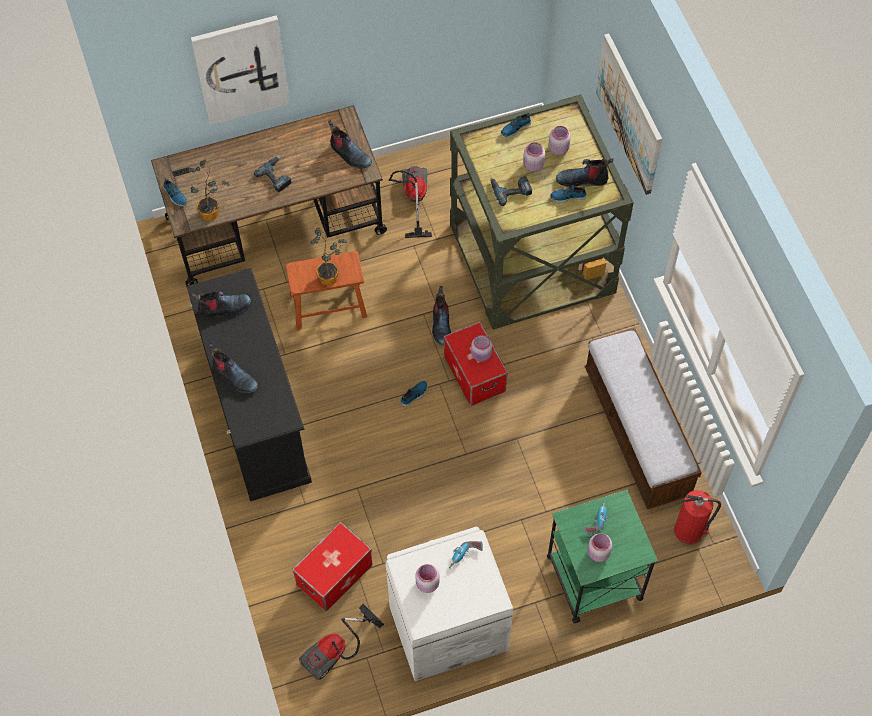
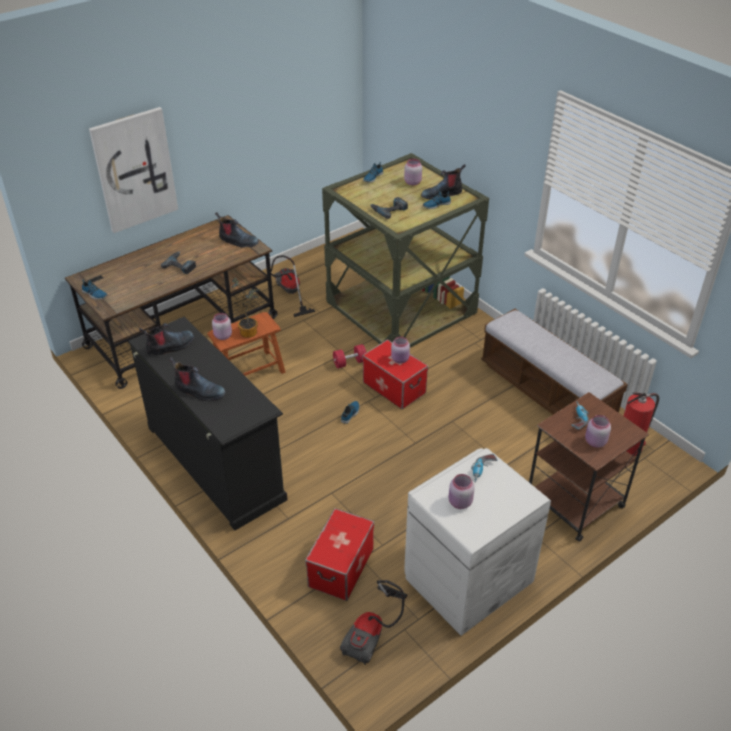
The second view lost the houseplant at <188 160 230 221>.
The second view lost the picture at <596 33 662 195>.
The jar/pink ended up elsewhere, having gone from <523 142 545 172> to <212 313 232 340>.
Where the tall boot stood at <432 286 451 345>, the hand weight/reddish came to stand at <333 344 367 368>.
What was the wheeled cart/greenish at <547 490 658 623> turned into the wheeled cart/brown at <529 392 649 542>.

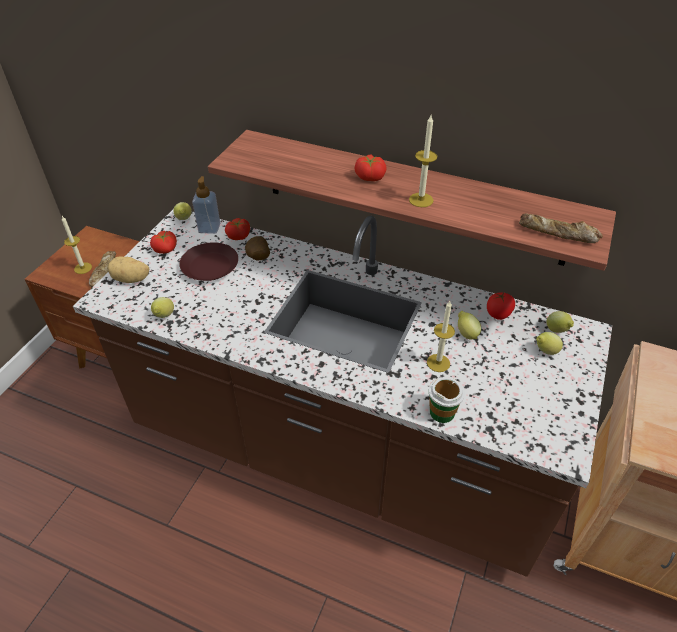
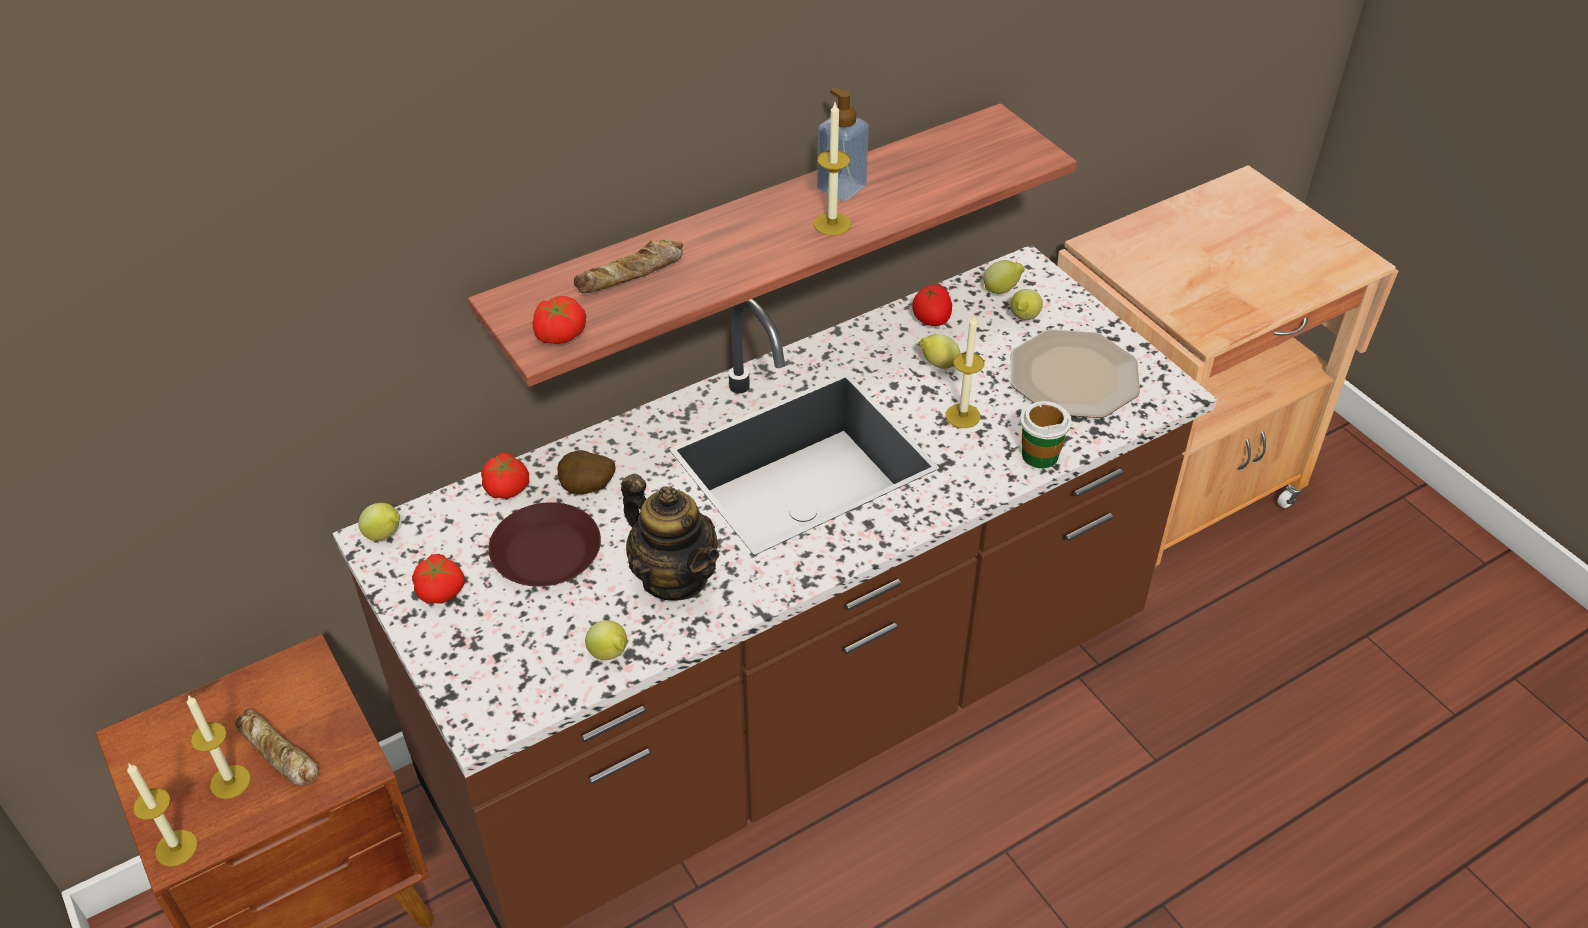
The second view lost the potato at <108 256 149 283>.
The second view gained the candle at <127 763 198 867>.
The second view gained the pot for tea at <621 474 719 601>.
The second view gained the plate at <1011 329 1140 418>.
The soap bottle ended up elsewhere, having gone from <192 176 220 234> to <817 87 869 201>.
The tomato ended up elsewhere, having gone from <355 155 387 181> to <533 296 586 344>.
The bakery bread ended up elsewhere, having gone from <519 213 603 243> to <574 239 683 293>.

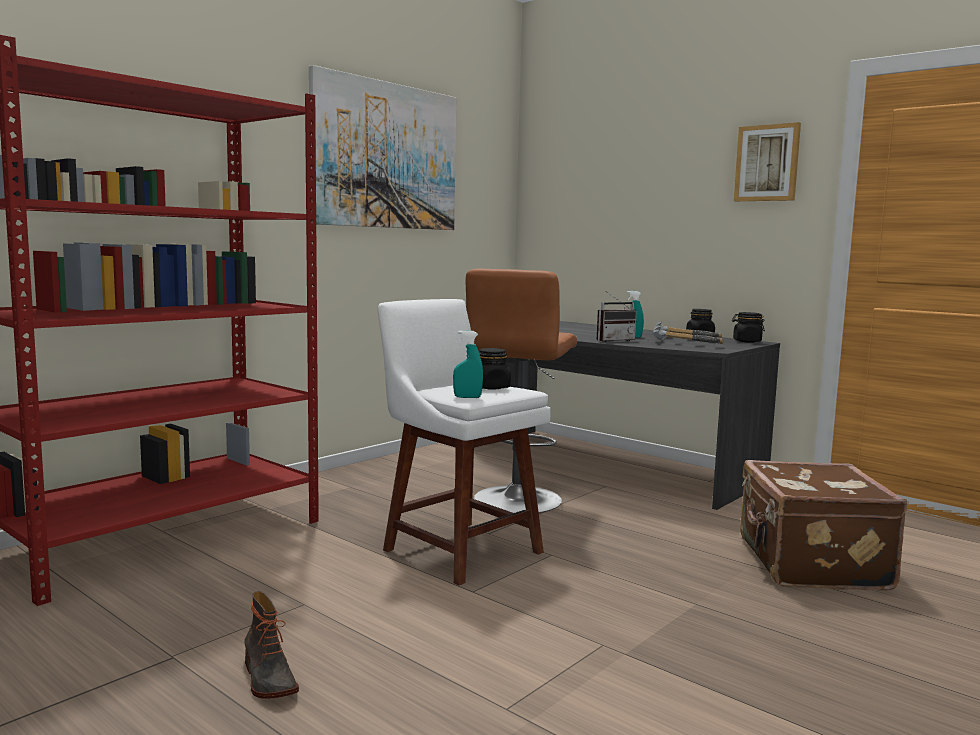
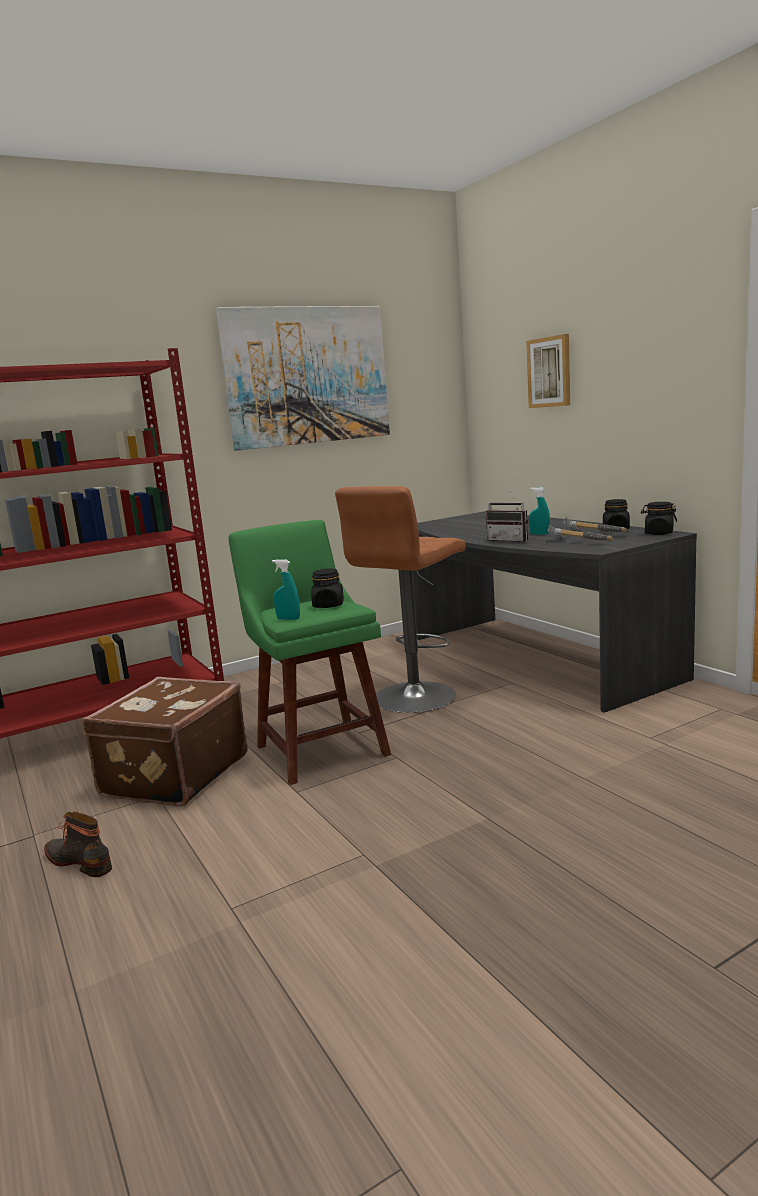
The picture ended up elsewhere, having gone from <734 122 801 201> to <526 334 570 408>.
The suitcase/brown ended up elsewhere, having gone from <740 460 907 590> to <82 677 248 807>.
What was the stool seat/whitish at <378 299 551 585> turned into the stool seat/greenish at <228 520 391 785>.
The tall boot at <244 591 299 699> ended up facing another way, 135 degrees clockwise from before.
The radio receiver at <597 292 637 342> ended up facing another way, 45 degrees clockwise from before.

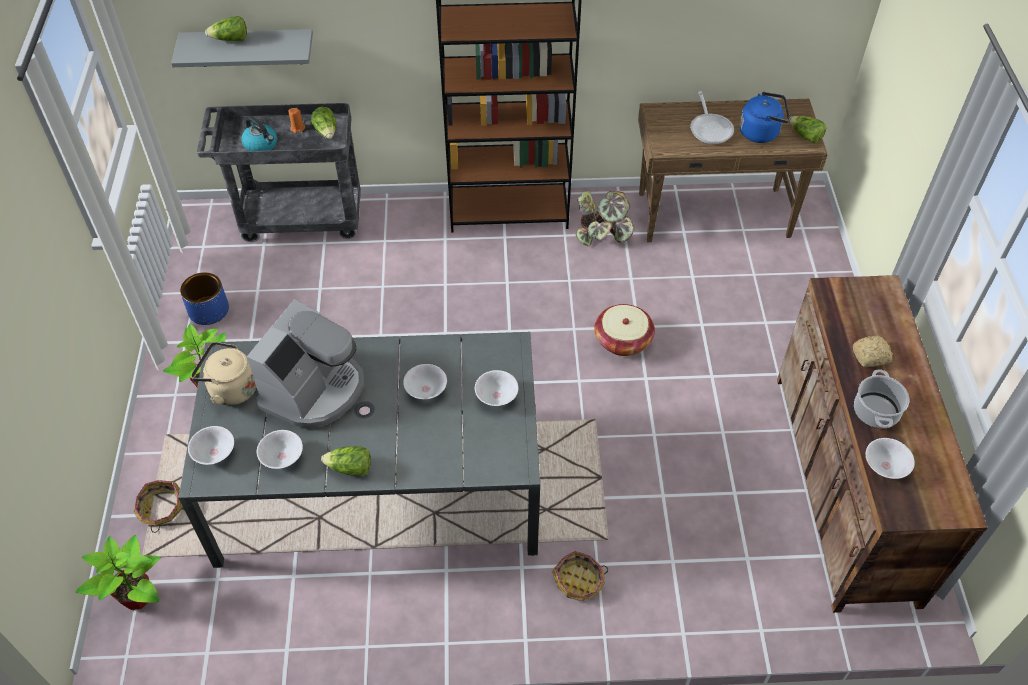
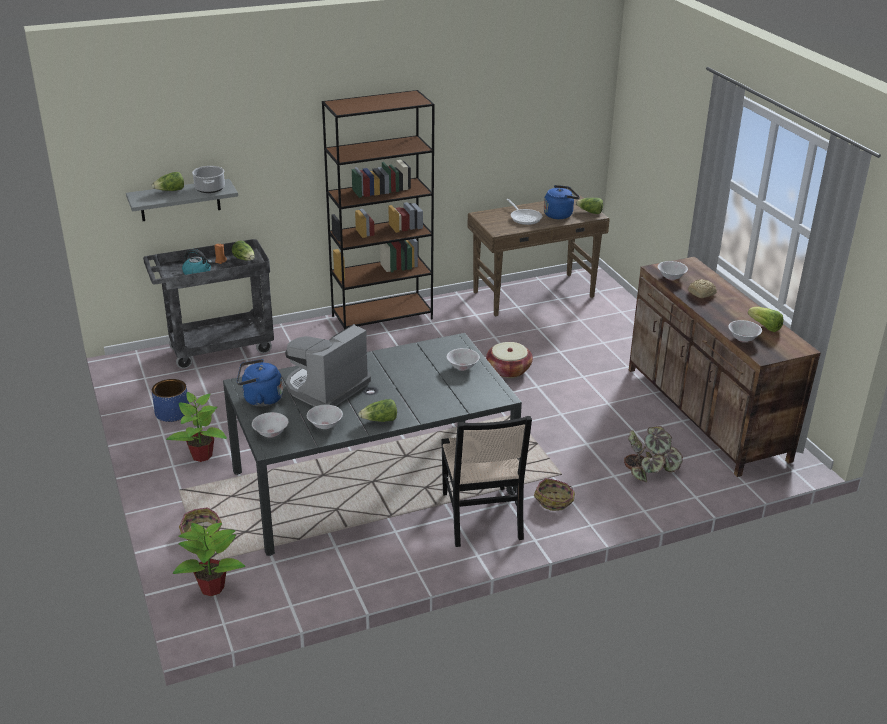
The second view gained the chair at <441 416 532 547>.
The second view gained the lettuce at <748 307 783 332>.
The deep dish/whitish ended up elsewhere, having gone from <403 364 447 399> to <658 261 688 280>.
The houseplant ended up elsewhere, having gone from <576 191 635 247> to <624 426 683 482>.
The stockpot ended up elsewhere, having gone from <854 369 910 428> to <192 166 225 193>.
What was the tea kettle/beige at <191 342 256 405> turned into the tea kettle/blue-coloured at <237 359 283 407>.
The coffee brewer at <247 299 364 428> ended up facing another way, 150 degrees counterclockwise from before.

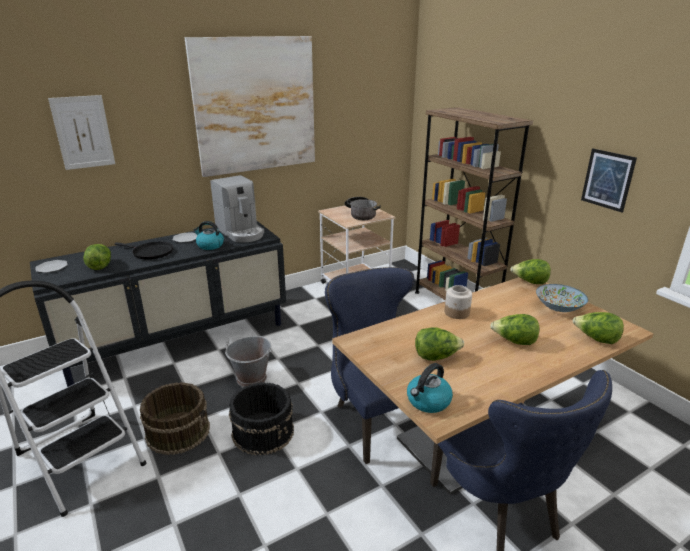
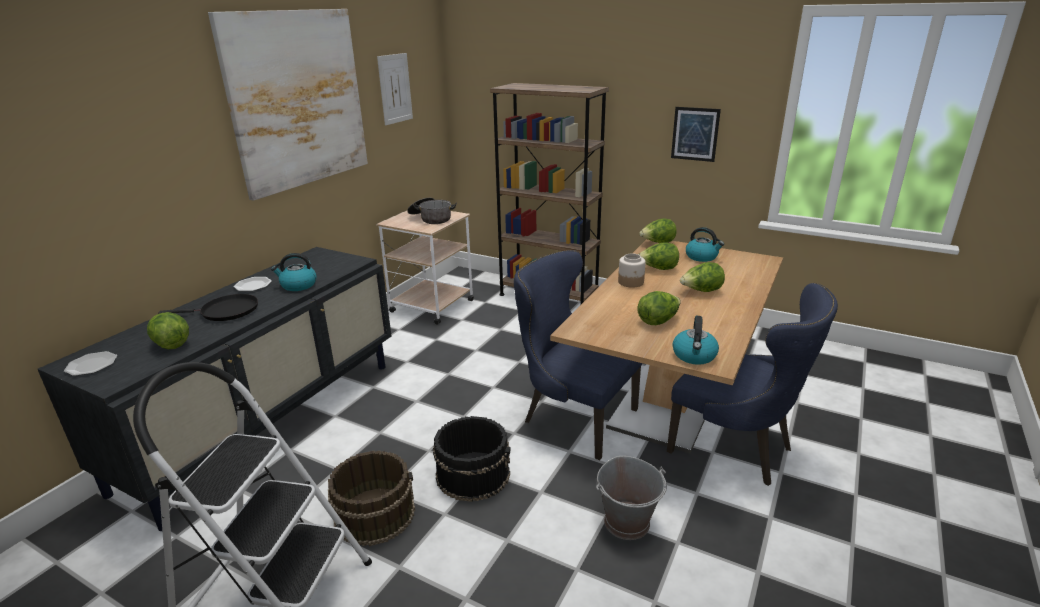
The second view lost the coffee brewer at <210 175 264 243>.
The picture ended up elsewhere, having gone from <48 95 115 170> to <377 53 413 125>.
The pail/greyish ended up elsewhere, having gone from <225 336 271 387> to <596 456 667 540>.
The lettuce ended up elsewhere, having gone from <573 312 624 344> to <638 242 679 270>.
Where the deep dish stood at <536 284 588 312>, the tea kettle came to stand at <686 227 724 262>.

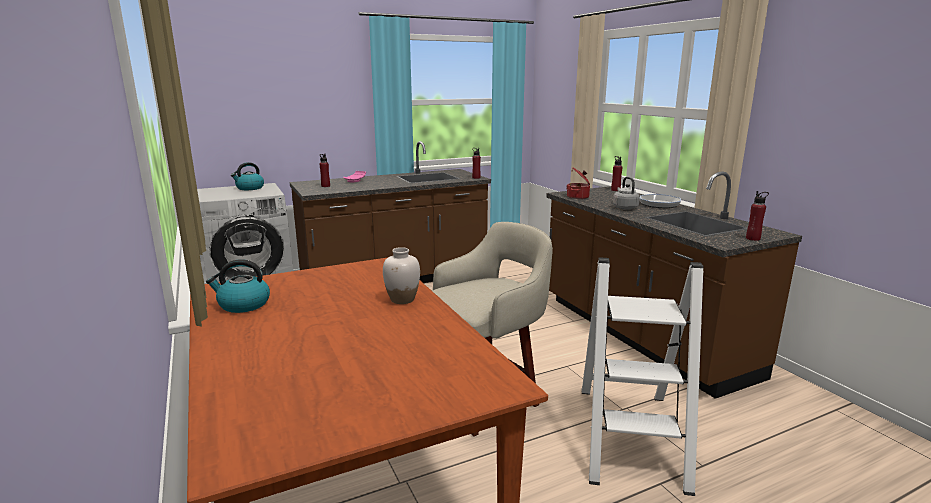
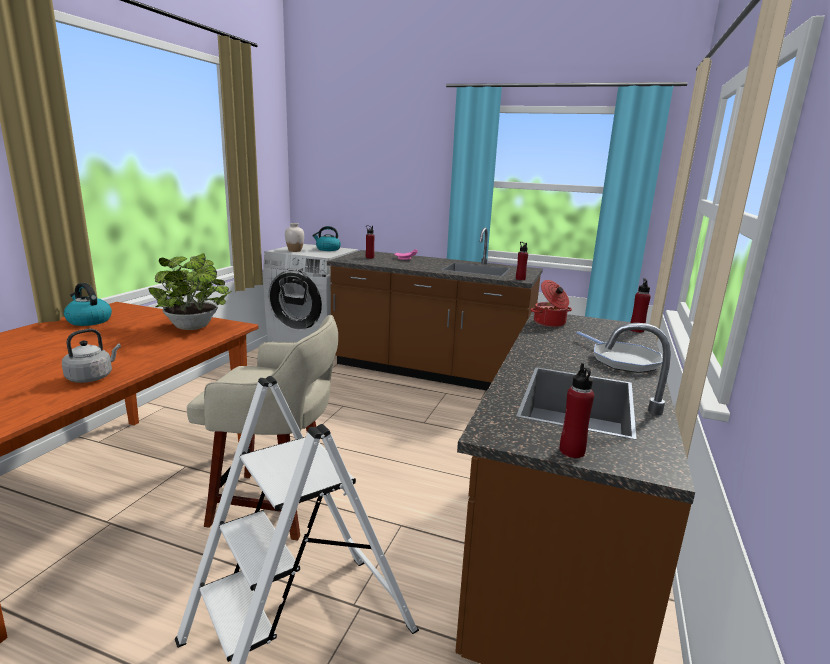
The second view gained the houseplant at <149 253 232 330>.
The vase/whitish ended up elsewhere, having gone from <383 247 420 304> to <285 223 304 252>.
The tea kettle/greyish ended up elsewhere, having gone from <613 177 640 210> to <62 328 121 383>.

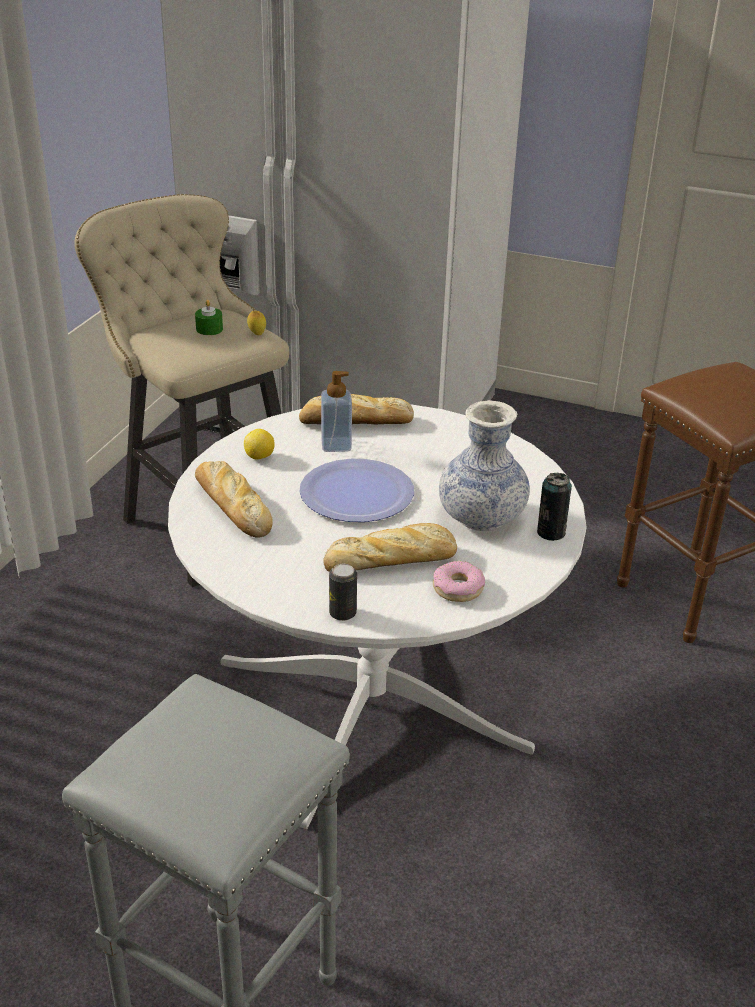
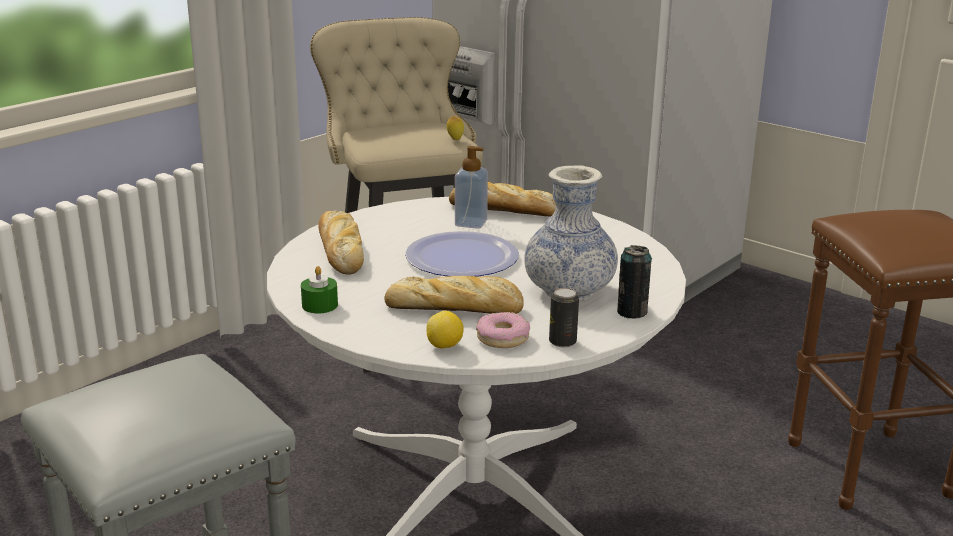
The candle/greenish ended up elsewhere, having gone from <195 300 223 335> to <301 266 338 314>.
The whole lemon ended up elsewhere, having gone from <244 429 275 460> to <427 311 464 348>.
The can ended up elsewhere, having gone from <329 564 357 621> to <549 288 579 347>.

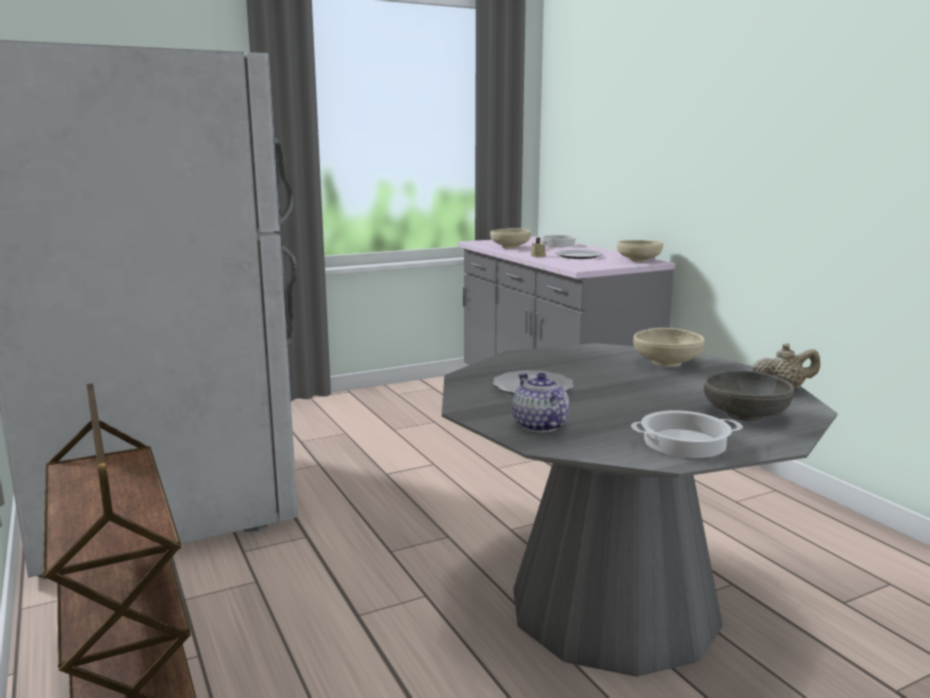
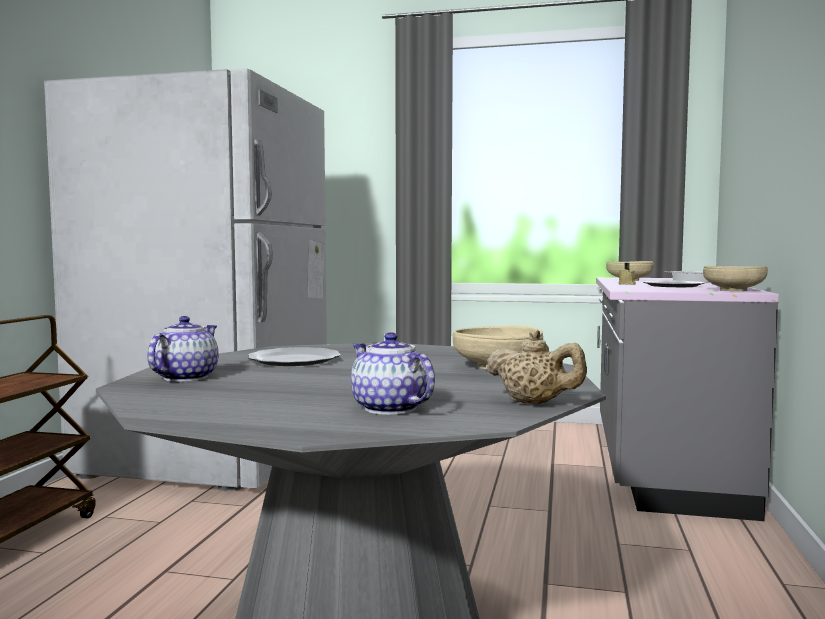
The second view lost the stockpot at <631 411 743 458>.
Where the deep dish/greyish stood at <704 370 794 421>, the pot for tea came to stand at <351 332 435 415>.

